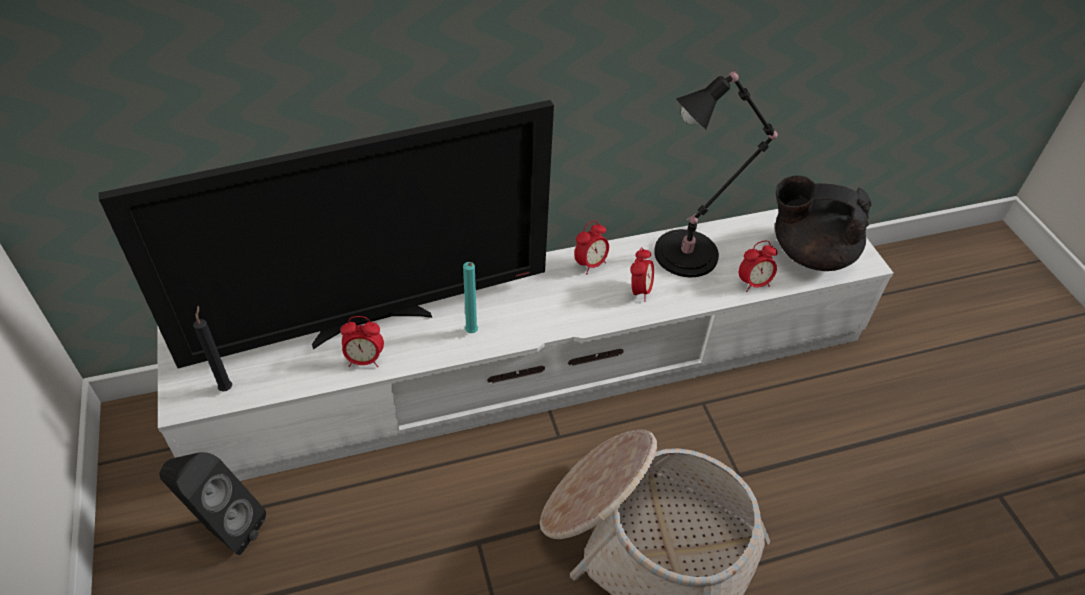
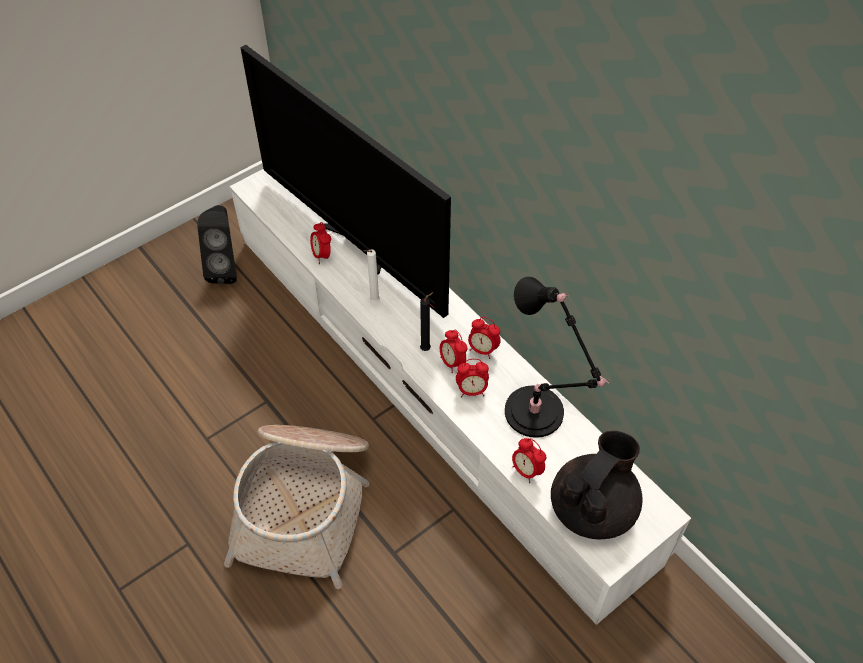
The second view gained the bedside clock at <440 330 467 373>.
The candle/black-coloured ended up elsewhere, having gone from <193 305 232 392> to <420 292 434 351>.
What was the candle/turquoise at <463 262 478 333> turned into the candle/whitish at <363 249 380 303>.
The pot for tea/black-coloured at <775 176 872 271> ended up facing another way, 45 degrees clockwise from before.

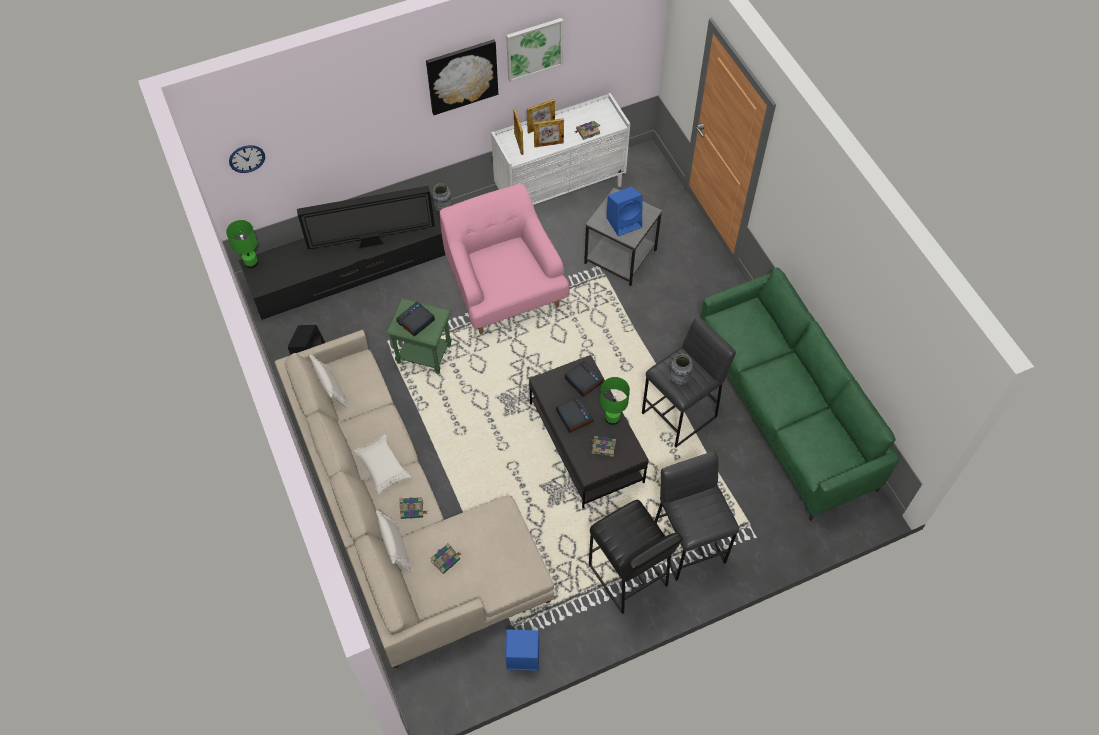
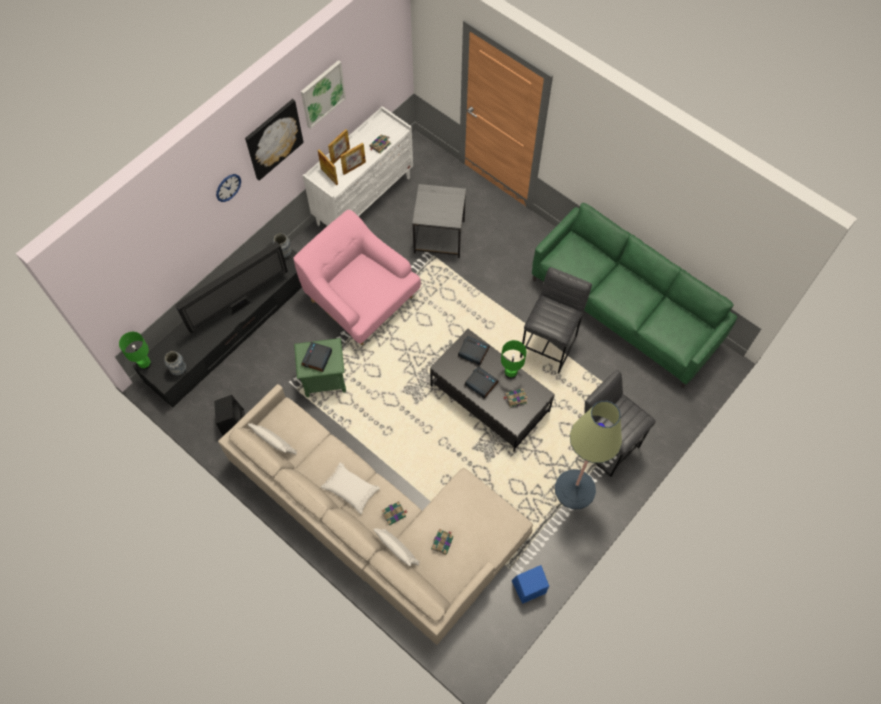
The second view lost the loudspeaker/blue-coloured at <606 187 643 236>.
The wall clock ended up elsewhere, having gone from <229 145 265 173> to <216 174 241 202>.
The vase ended up elsewhere, having gone from <670 354 693 386> to <164 351 186 376>.
Where the stool seat/black-coloured stood at <589 500 683 614>, the floor lamp came to stand at <555 401 622 509>.

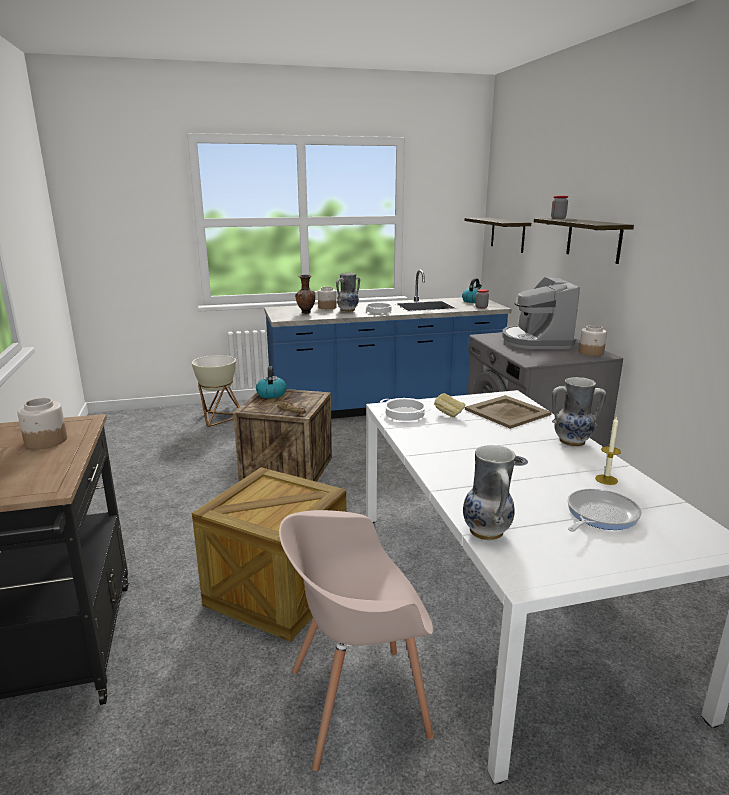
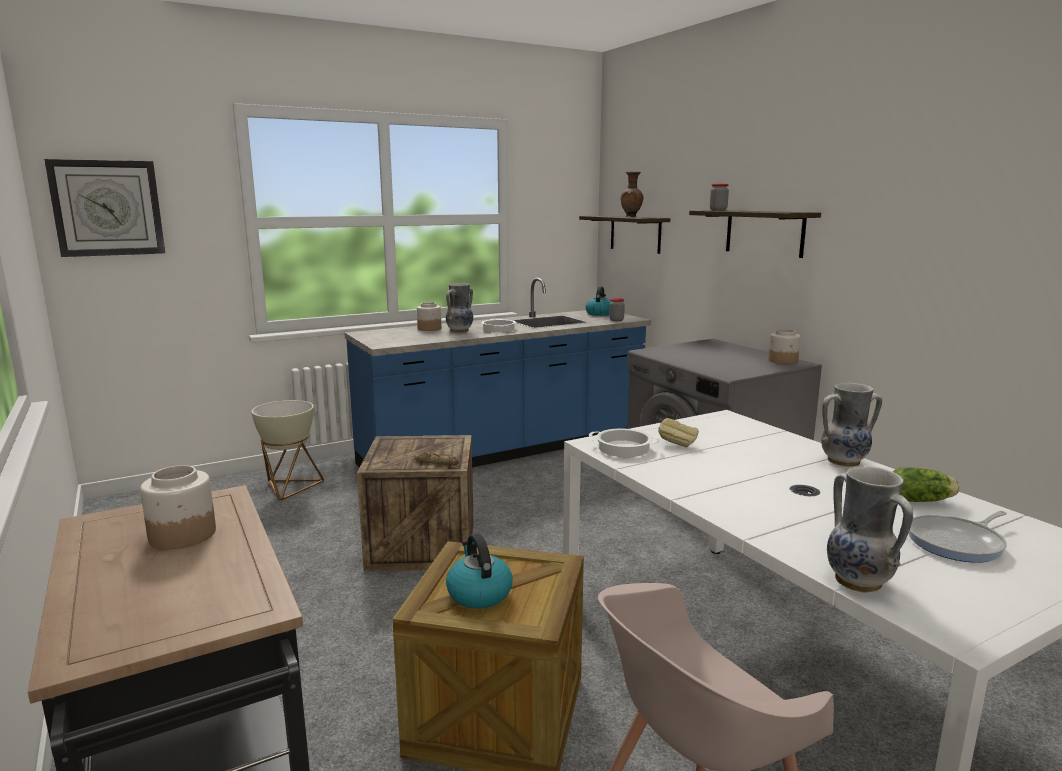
The second view lost the tray/beige at <465 395 552 429>.
The second view lost the coffee brewer at <502 277 580 349>.
The second view gained the wall clock at <44 159 165 257>.
The tea kettle ended up elsewhere, having gone from <256 366 287 398> to <446 533 513 609>.
The vase/brown ended up elsewhere, having gone from <295 275 315 314> to <621 172 643 217>.
Where the candle stood at <595 416 621 485>, the lettuce came to stand at <893 467 960 502>.
The pan at <568 488 642 532> ended up facing another way, 150 degrees counterclockwise from before.

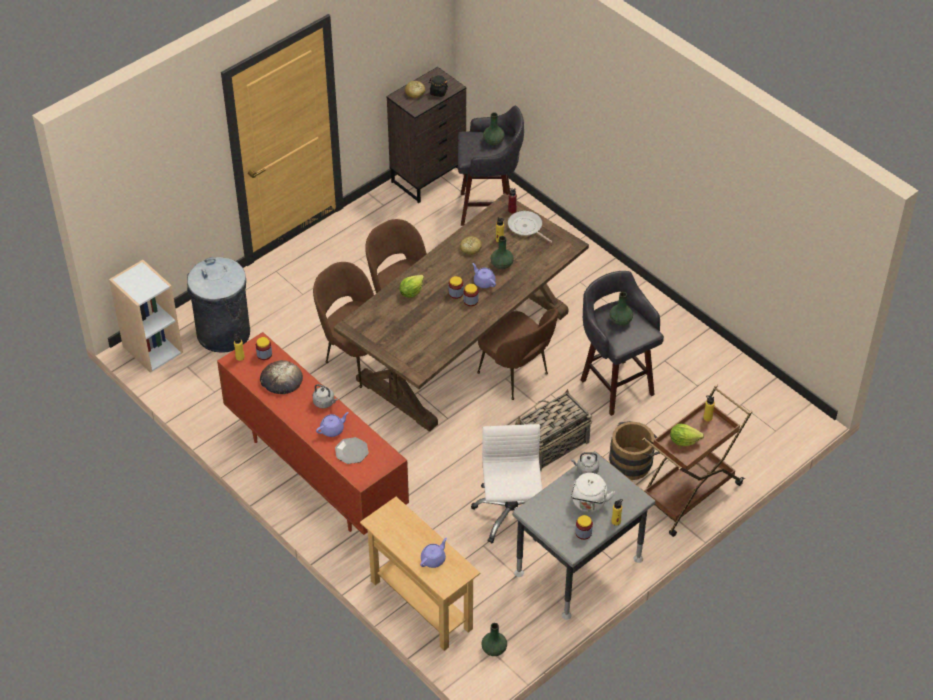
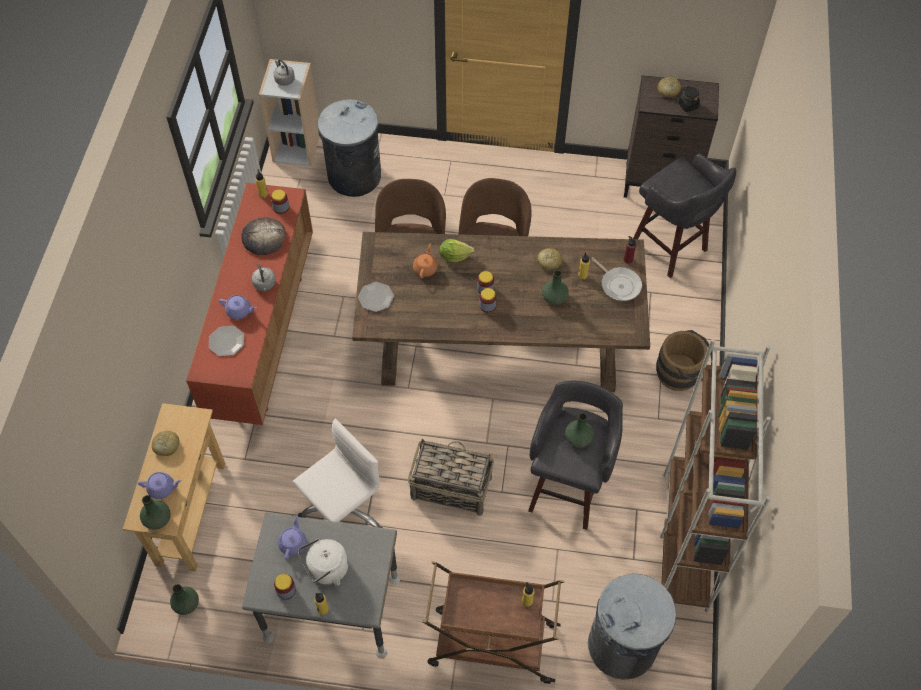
The second view lost the chair/brown at <477 308 558 400>.
The second view lost the lettuce at <670 424 704 446>.
The second view gained the bakery bread at <152 431 180 456>.
The second view gained the plate at <358 282 394 312>.
The second view gained the pot for tea/orange-coloured at <413 244 438 279>.
The second view gained the rubbish bin/greyish at <588 574 677 680>.
The second view gained the bookcase/brown at <660 339 771 612>.
The pot for tea/purple-coloured ended up elsewhere, having gone from <472 263 496 288> to <278 515 307 560>.
The vase/greenish ended up elsewhere, having gone from <483 113 505 145> to <140 495 171 530>.
The tea kettle/greyish ended up elsewhere, having gone from <571 452 599 475> to <273 59 295 86>.
The pail/brown ended up elsewhere, having gone from <609 421 660 480> to <656 330 713 391>.
The pan at <508 211 553 243> ended up facing another way, 135 degrees clockwise from before.

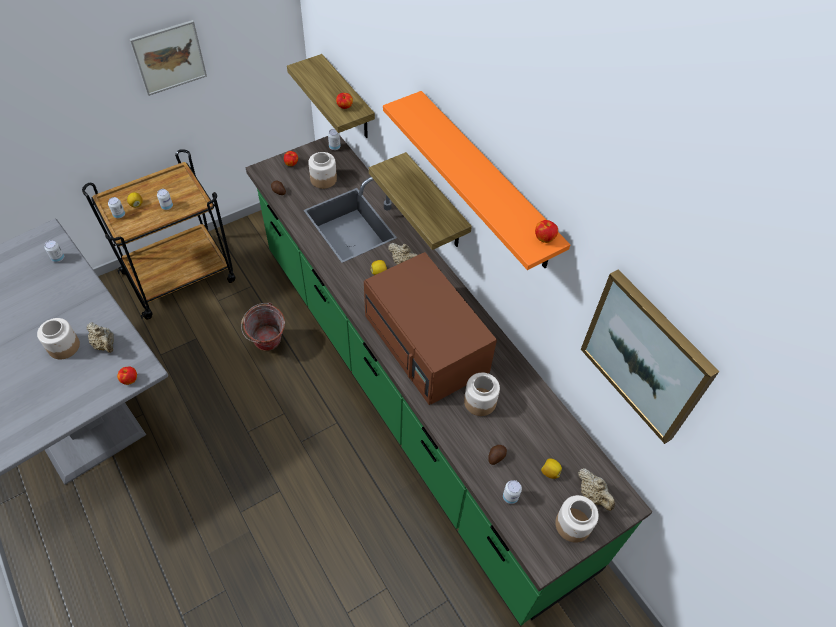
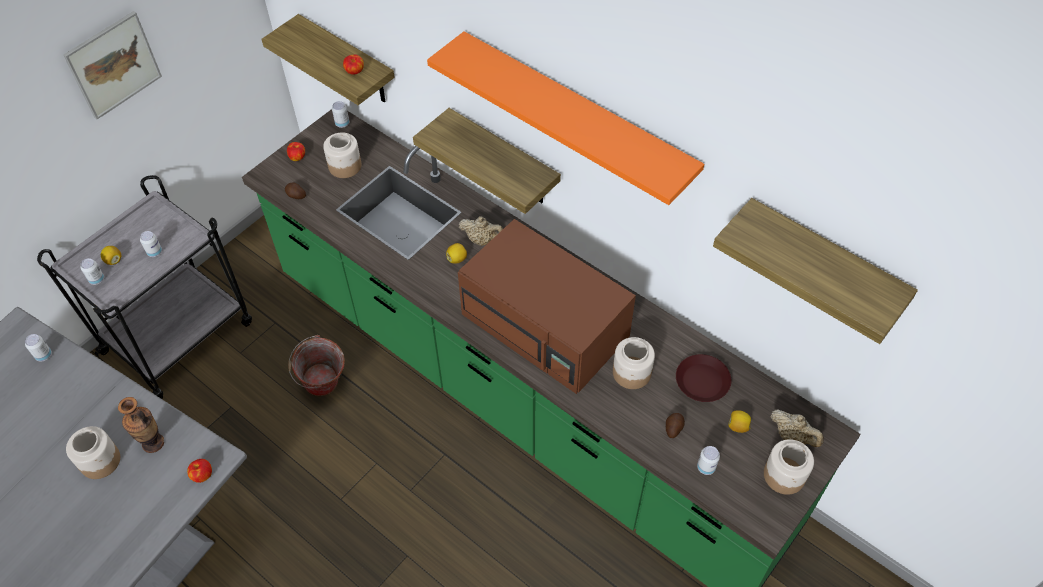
The second view lost the whole apple at <535 220 558 243>.
The second view gained the plate/brown at <676 354 731 402>.
Where the pot for tea/beige stood at <87 322 114 353>, the vase came to stand at <118 397 164 453>.
Where the picture hung at <581 270 720 444>, the bracket shelf came to hang at <713 198 918 344>.
What was the wheeled cart/brown at <82 149 236 319> turned into the wheeled cart/greyish at <37 175 252 399>.

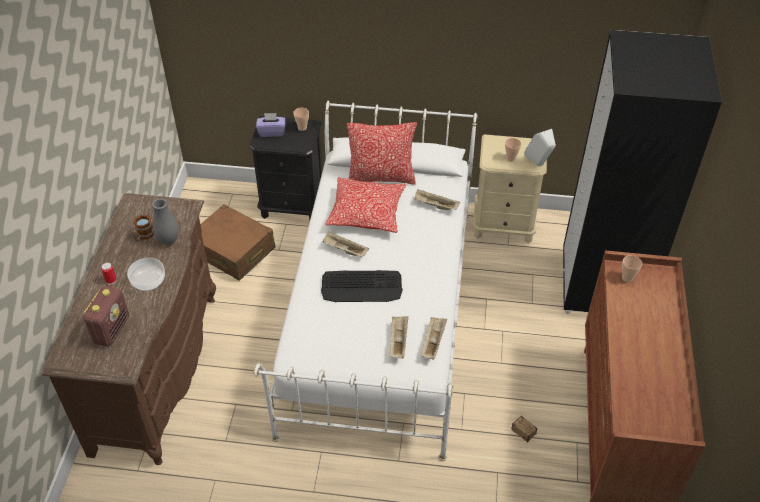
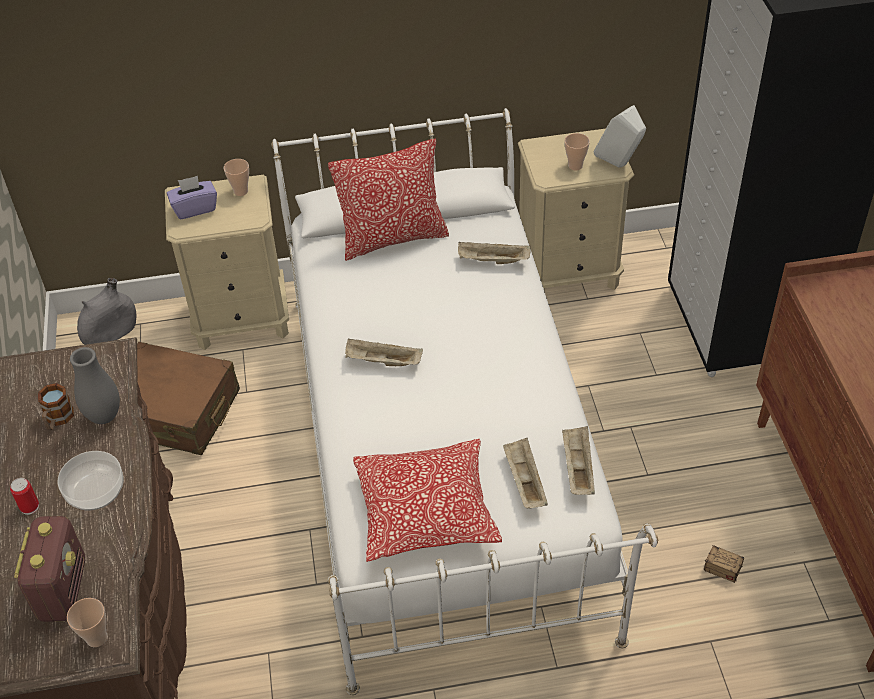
The second view lost the keyboard at <321 270 403 302>.
The second view gained the vase/greyish at <77 278 136 345>.
The cushion ended up elsewhere, having gone from <325 177 406 233> to <353 439 502 562>.
The cup ended up elsewhere, having gone from <622 255 642 282> to <67 598 107 647>.
What was the bedside table/black-coloured at <249 116 322 221> turned into the bedside table/beige at <165 175 289 350>.

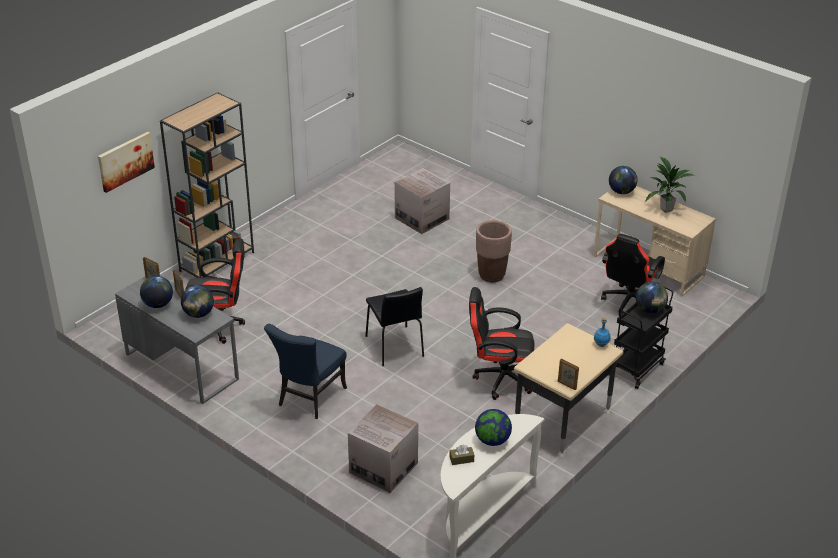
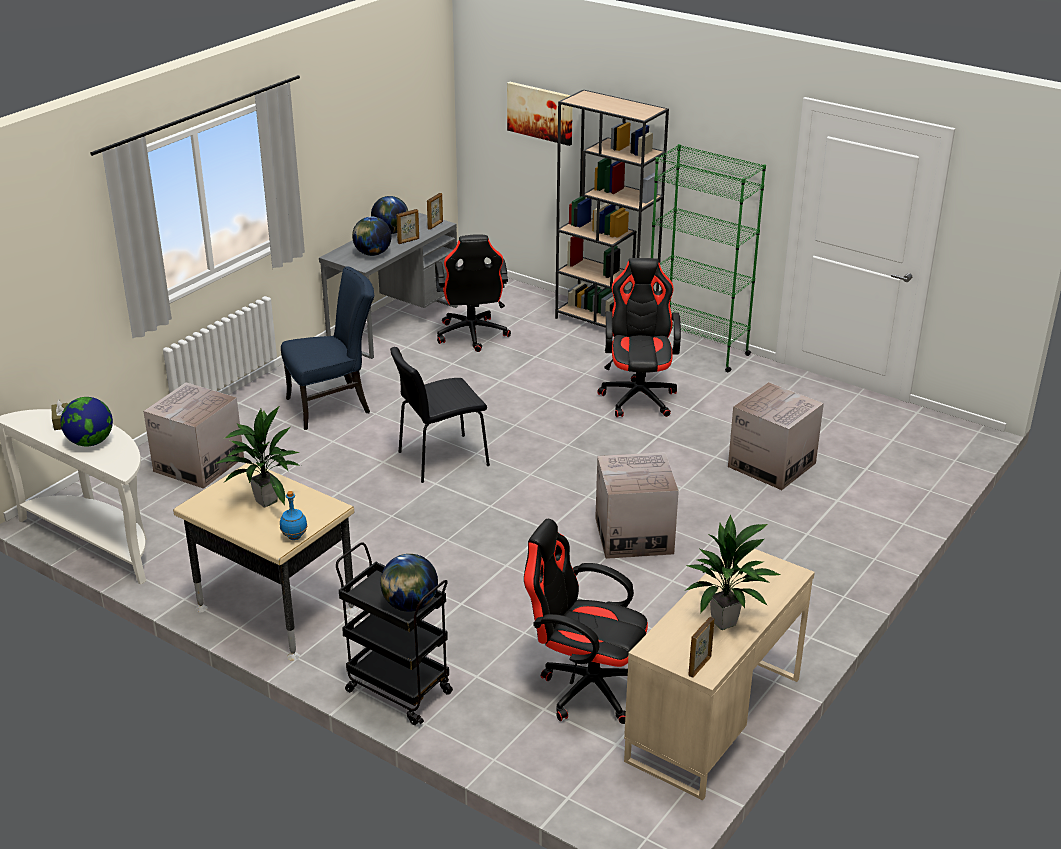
The second view lost the world globe at <609 166 638 194>.
The second view gained the houseplant at <215 405 301 508>.
The second view gained the bookcase/greenish at <651 144 766 373>.
The office chair/black-coloured ended up elsewhere, having gone from <469 287 534 400> to <597 258 681 417>.
The picture frame ended up elsewhere, having gone from <558 358 579 390> to <688 617 715 678>.
Where the planter/brown stood at <476 220 512 282>, the packing box came to stand at <595 452 679 559>.
The chair/blue-coloured at <264 324 347 419> ended up facing another way, 135 degrees clockwise from before.

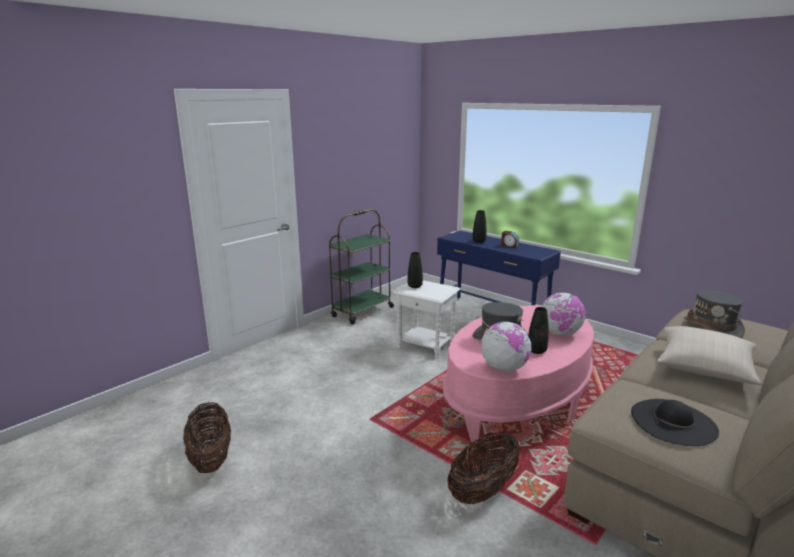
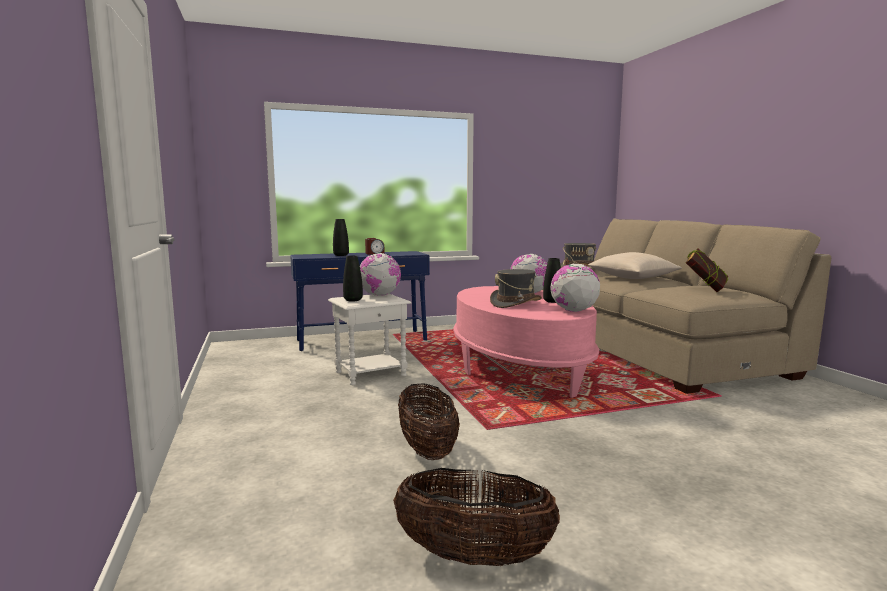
The second view lost the wheeled cart/greenish at <329 209 394 325>.
The second view gained the world globe at <360 253 401 296>.
The household basket ended up elsewhere, having gone from <447 432 520 504> to <398 383 460 460>.
Where the clothing hat/black-coloured stood at <631 399 719 446>, the book came to stand at <686 248 728 292>.

